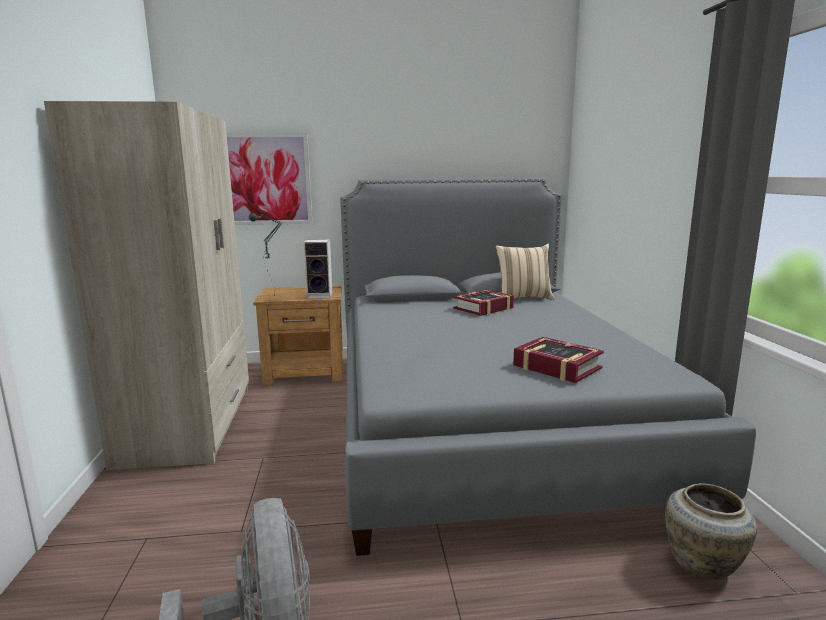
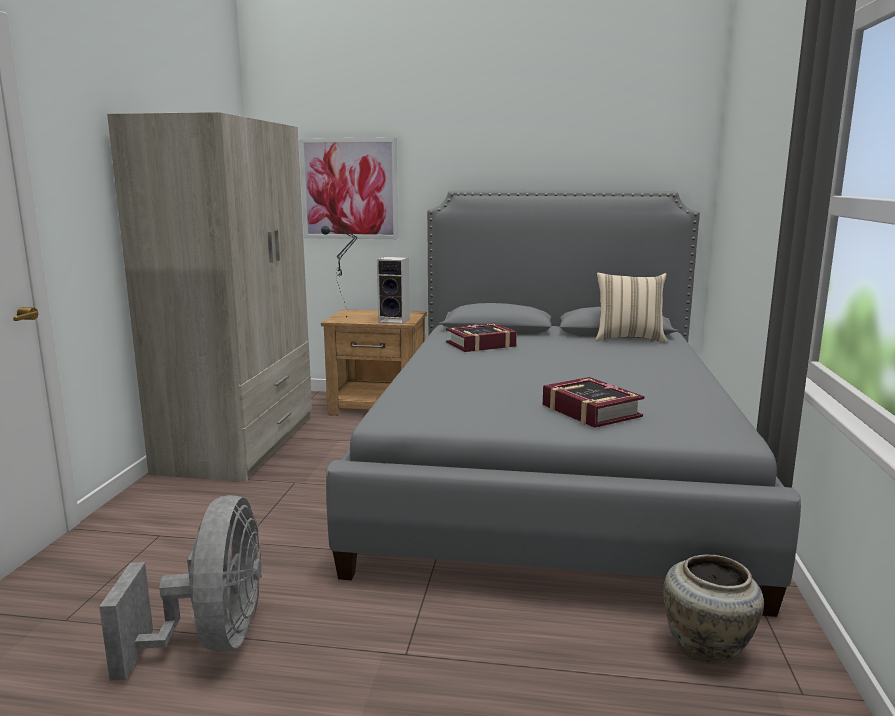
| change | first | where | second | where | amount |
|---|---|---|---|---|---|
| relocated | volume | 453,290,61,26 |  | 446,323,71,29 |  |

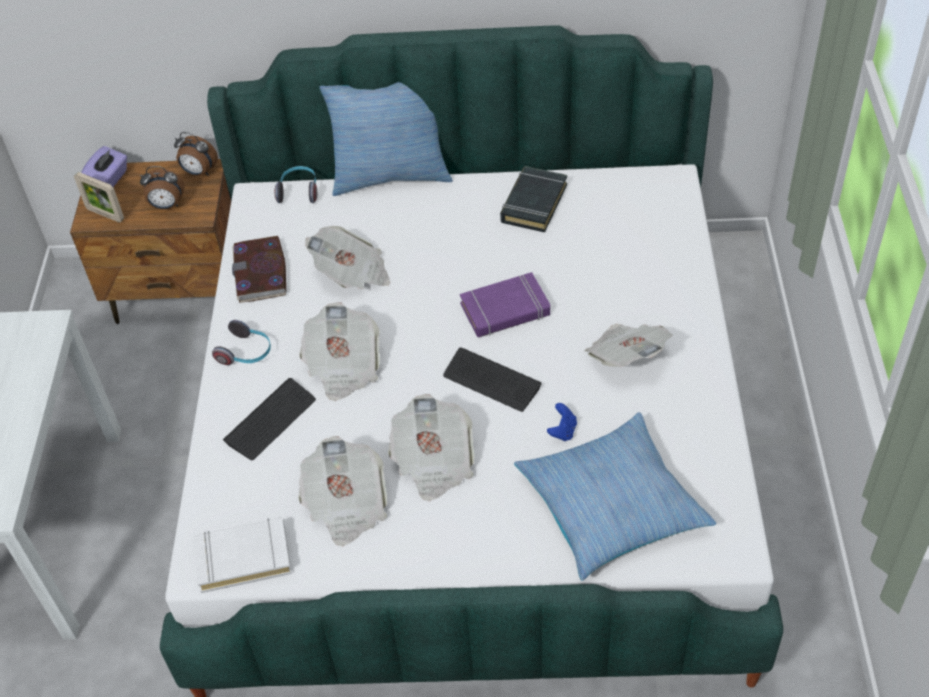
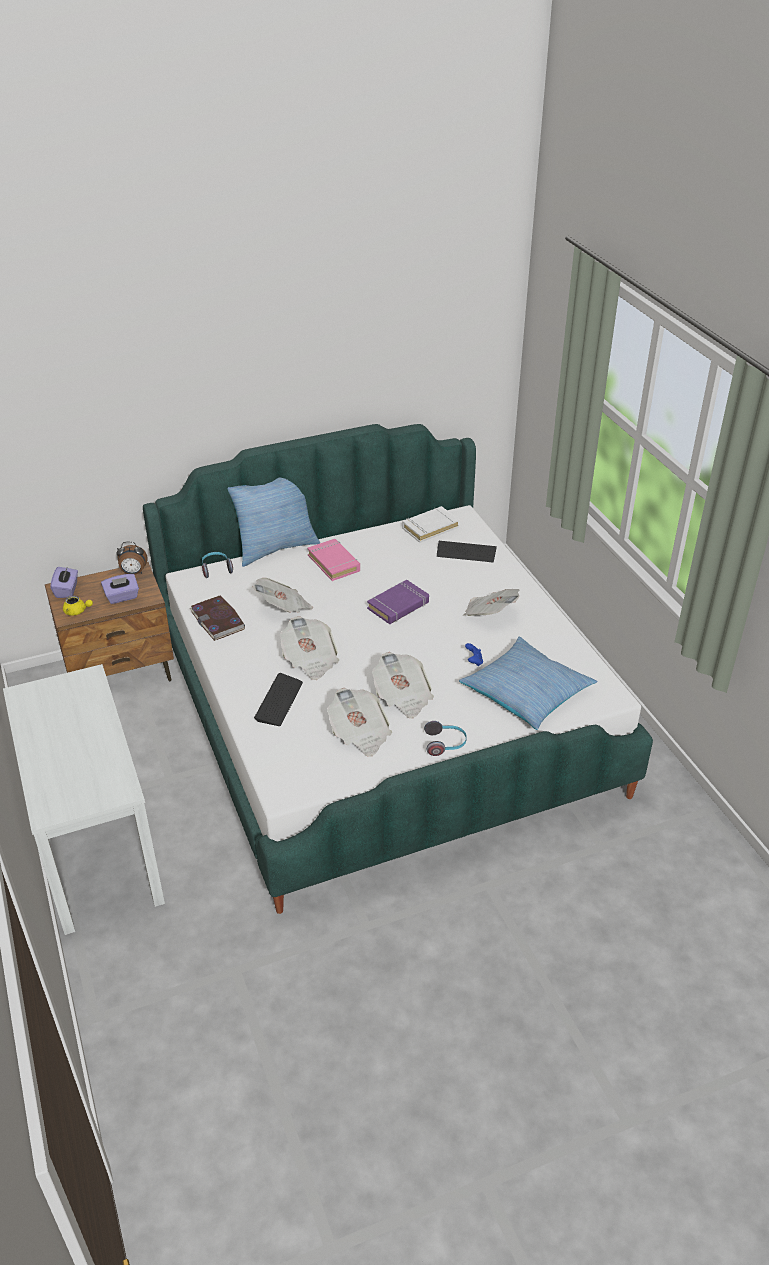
| change | first | where | second | where | amount |
|---|---|---|---|---|---|
| exchanged | standing frame | 74,172,50,51 | teapot/yellow-coloured | 63,596,30,20 |  |
| exchanged | alarm clock | 140,166,44,44 | tissue box/purplish | 101,574,38,30 |  |
| appeared |  |  | volume/pink-coloured | 307,539,53,42 |  |
| relocated | volume/white | 193,518,99,75 |  | 402,506,58,37 |  |
| relocated | headset | 212,320,59,45 |  | 424,721,43,35 |  |
| relocated | keyboard | 443,348,99,64 |  | 437,541,60,21 |  |
| missing | volume/black-coloured | 500,166,67,66 |  |  |  |

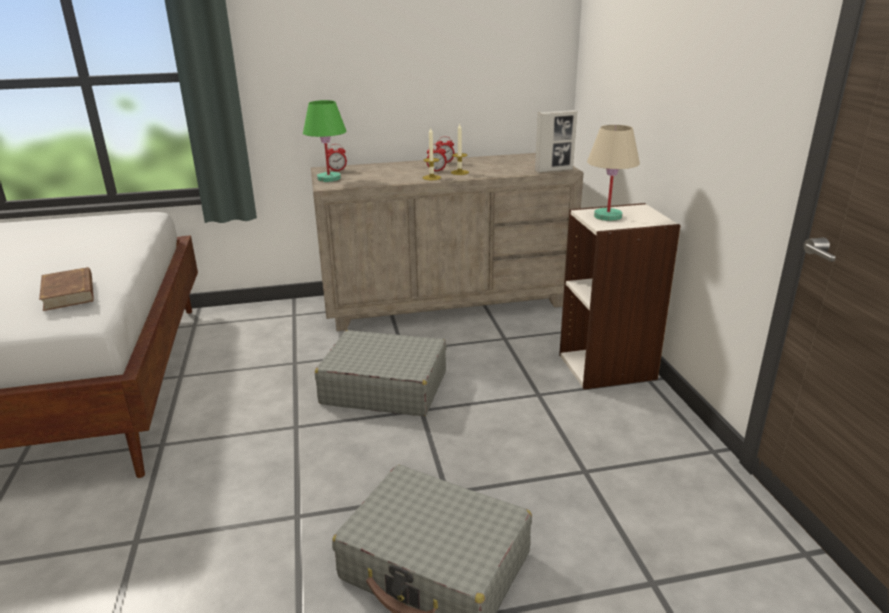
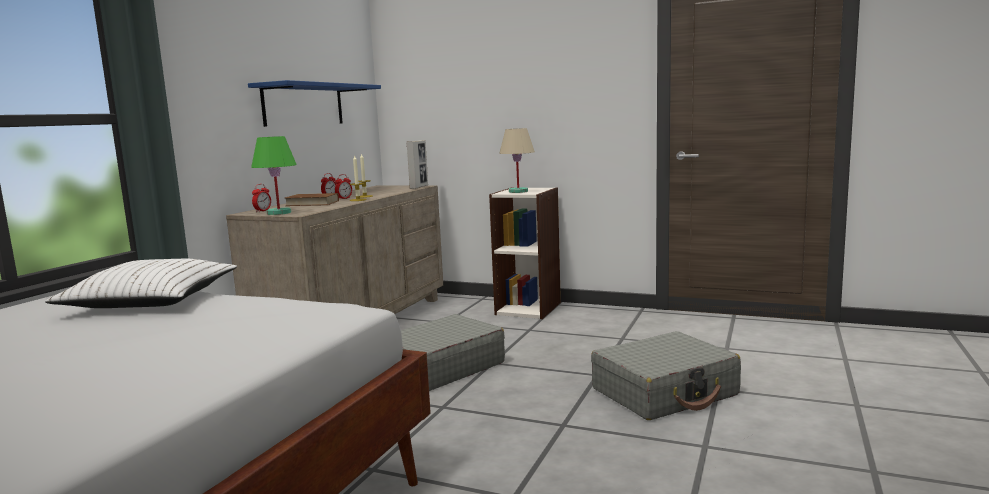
| change | first | where | second | where | amount |
|---|---|---|---|---|---|
| appeared |  |  | throw pillow/white | 45,259,192,49 |  |
| appeared |  |  | wall shelf/blue | 248,80,133,47 |  |
| relocated | volume/brownish | 39,267,55,44 |  | 285,193,54,13 |  |

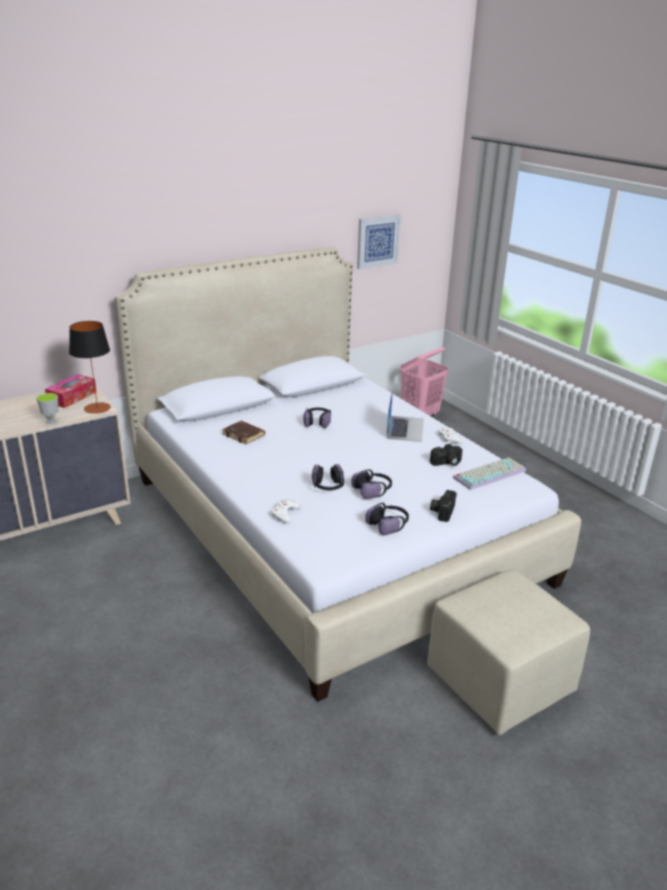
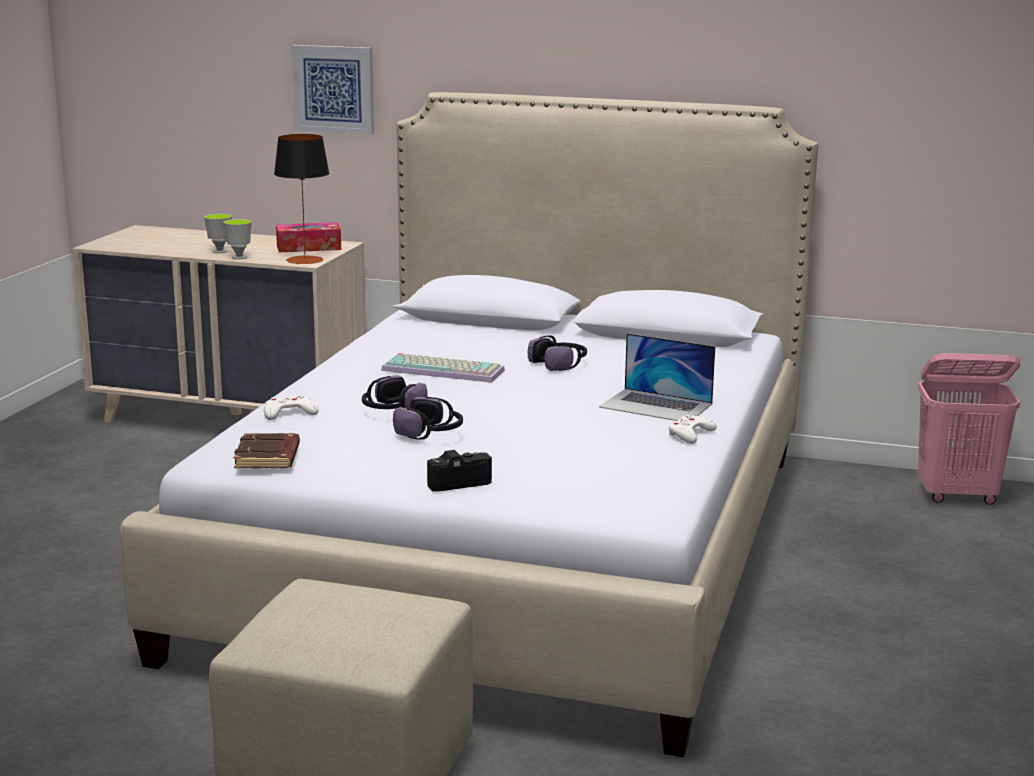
| change | first | where | second | where | amount |
|---|---|---|---|---|---|
| appeared |  |  | cup | 204,214,28,39 |  |
| relocated | volume/brownish | 222,421,43,23 |  | 234,433,66,35 |  |
| relocated | picture | 357,215,44,54 |  | 291,45,83,89 |  |
| relocated | keyboard | 453,457,73,33 |  | 381,353,124,30 |  |
| spun | notebook computer | 387,388,37,54 |  | 599,333,116,88 | 60 degrees clockwise |
| missing | headset | 365,503,44,33 |  |  |  |
| missing | still camera | 430,444,32,22 |  |  |  |

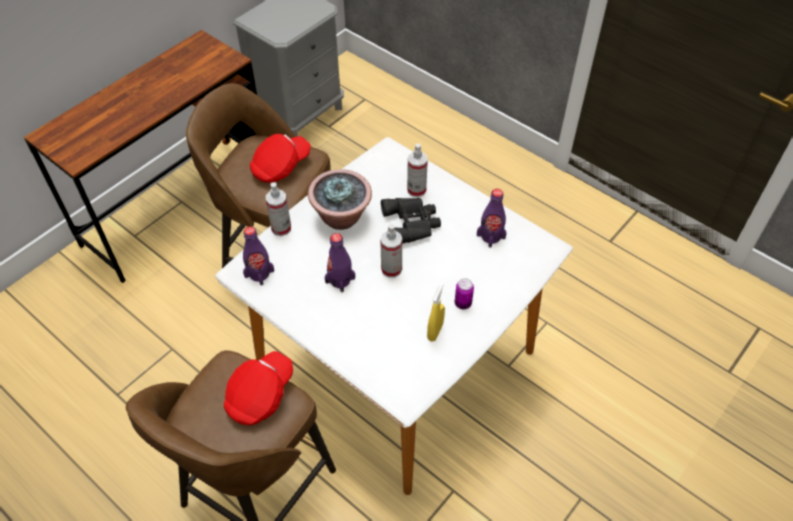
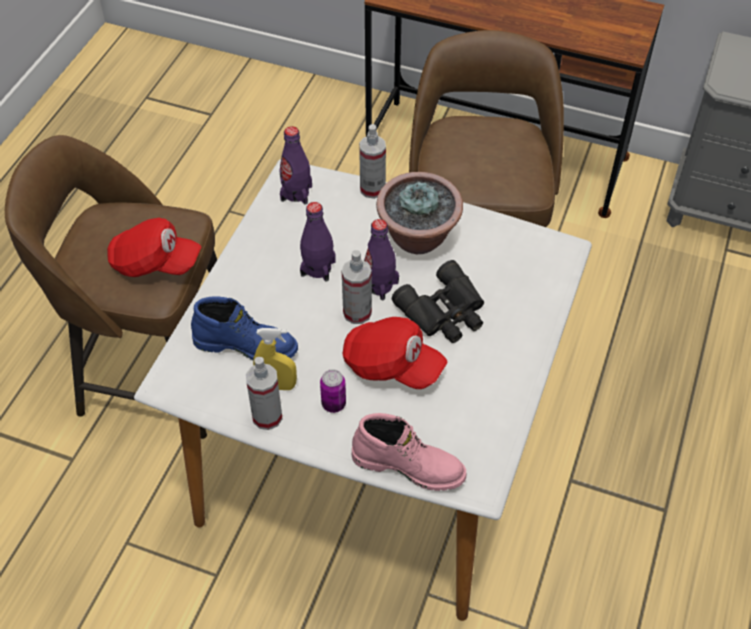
| change | first | where | second | where | amount |
|---|---|---|---|---|---|
| appeared |  |  | tall boot/blue | 191,296,107,64 |  |
| relocated | sprayer | 407,143,21,54 |  | 246,357,37,73 |  |
| relocated | cap/red-coloured | 250,134,61,49 |  | 343,317,104,72 |  |
| appeared |  |  | tall boot/pink-coloured | 352,413,114,78 |  |
| relocated | drink bottle/purplish | 477,189,30,59 |  | 364,219,35,81 |  |

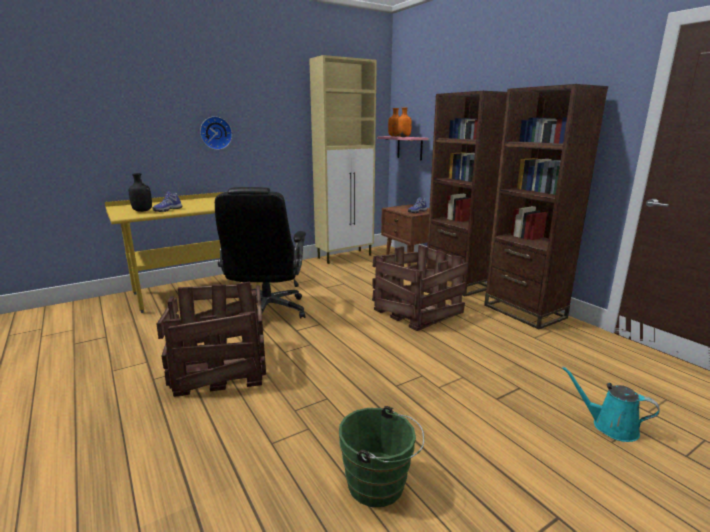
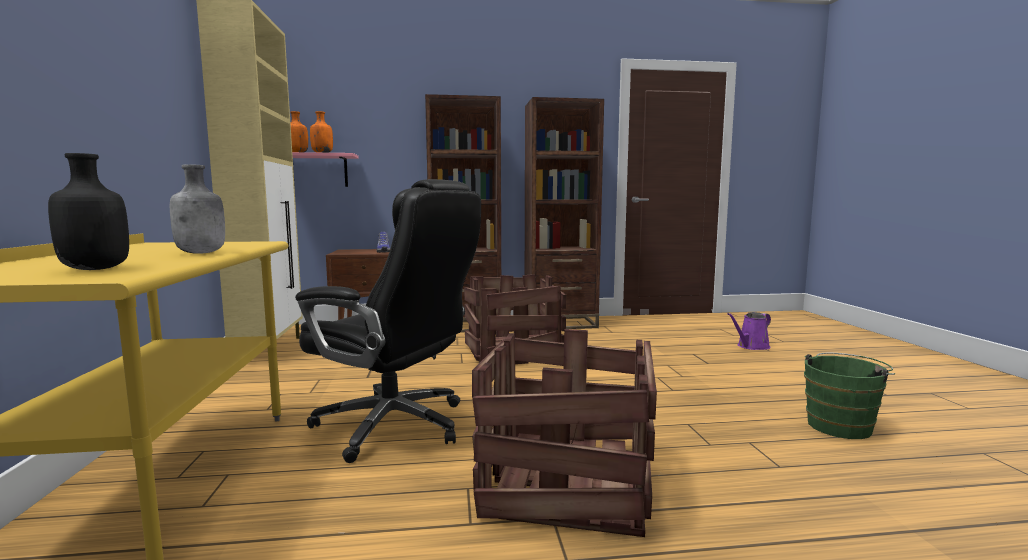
| change | first | where | second | where | amount |
|---|---|---|---|---|---|
| appeared |  |  | drink bottle/gray | 170,164,55,90 |  |
| colour | sprinkling can/turquoise | 562,367,98,75 | sprinkling can/purplish | 727,312,44,38 |  |
| missing | low shoe | 152,192,30,20 |  |  |  |
| missing | wall clock | 200,116,32,34 |  |  |  |

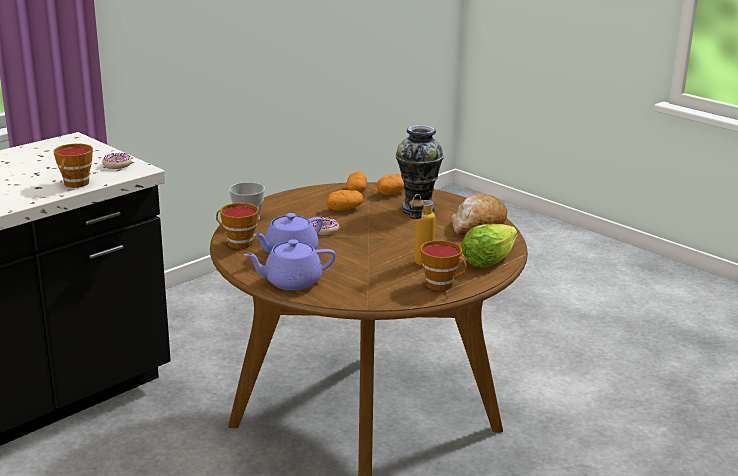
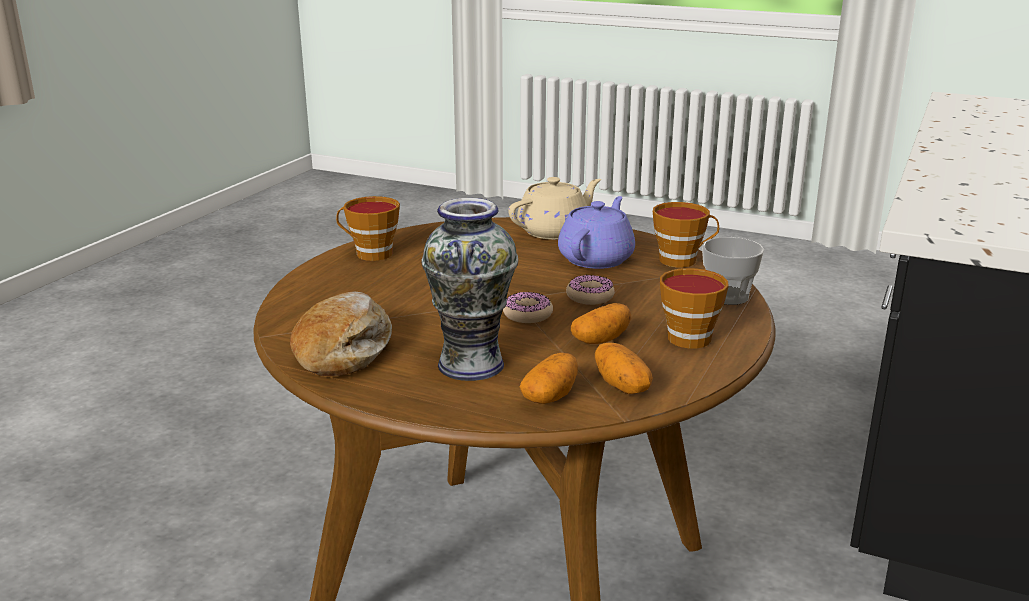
| change | first | where | second | where | amount |
|---|---|---|---|---|---|
| relocated | ring doughnut | 102,153,30,16 |  | 503,292,50,31 |  |
| colour | teapot/purplish | 244,239,92,51 | teapot/sand-coloured | 508,177,93,63 |  |
| relocated | cup | 54,144,39,44 |  | 660,268,69,81 |  |
| missing | drink bottle | 409,194,26,72 |  |  |  |
| missing | head of lettuce | 461,224,57,43 |  |  |  |

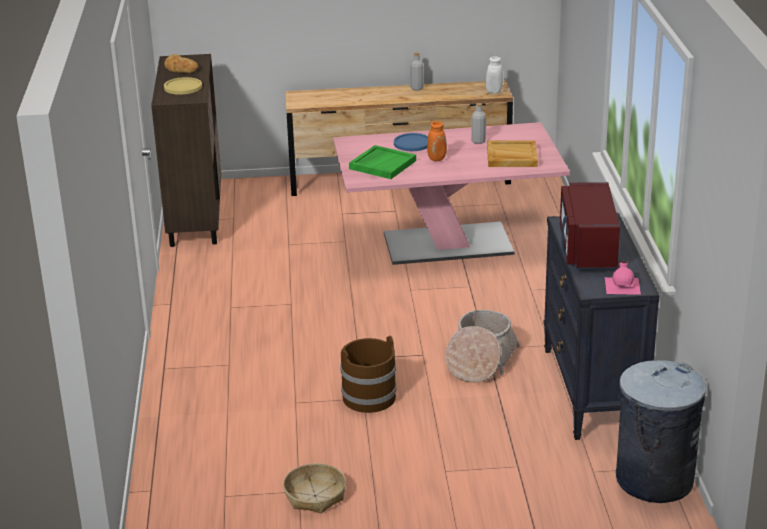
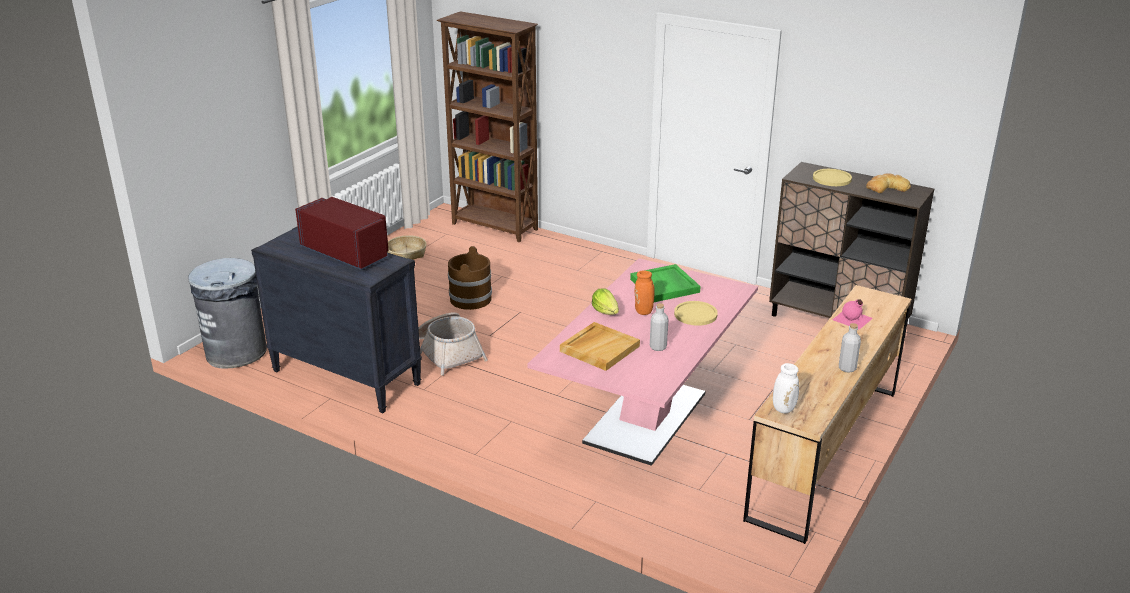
| change | first | where | second | where | amount |
|---|---|---|---|---|---|
| appeared |  |  | bookcase/brownish | 437,11,101,231 |  |
| appeared |  |  | head of lettuce | 592,288,27,27 |  |
| colour | flat dish/blue | 394,133,34,18 | flat dish/yellow-coloured | 674,301,44,25 |  |
| relocated | drink bottle/pink-coloured | 605,261,36,34 |  | 832,299,41,31 |  |

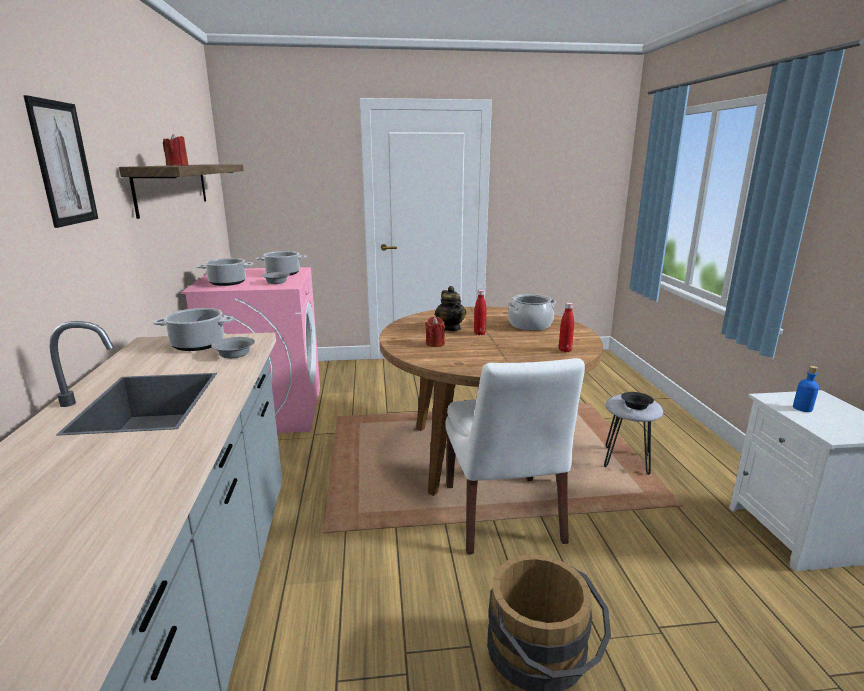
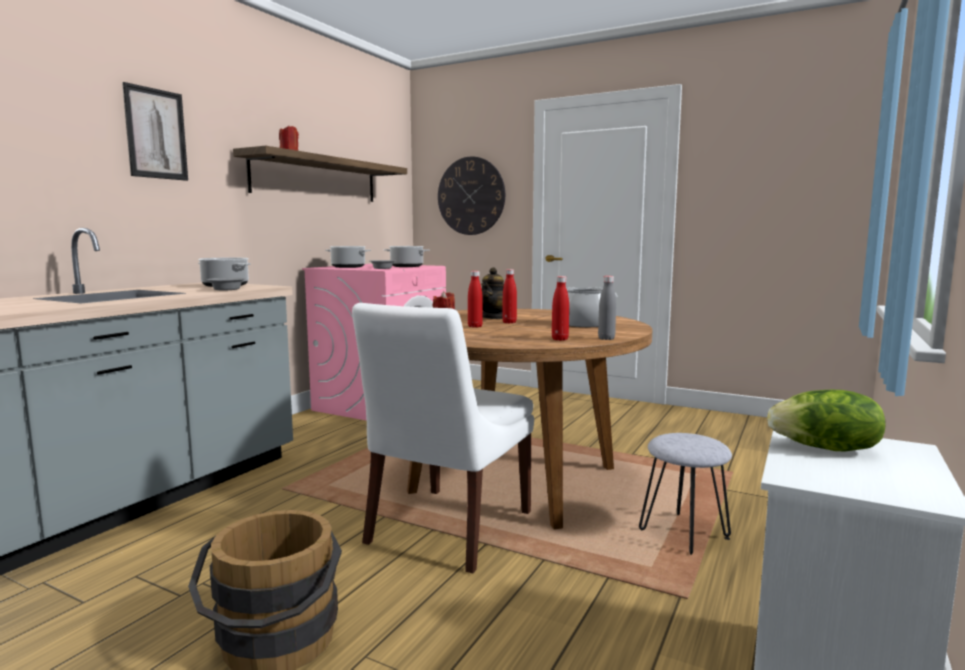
| change | first | where | second | where | amount |
|---|---|---|---|---|---|
| appeared |  |  | wall clock | 438,156,67,79 |  |
| appeared |  |  | drink bottle/red-coloured | 468,271,15,56 |  |
| appeared |  |  | drink bottle/gray | 598,276,18,64 |  |
| exchanged | drink bottle/blue | 793,366,26,46 | head of lettuce | 767,390,119,61 |  |
| missing | serving bowl/black-coloured | 621,392,33,18 |  |  |  |

